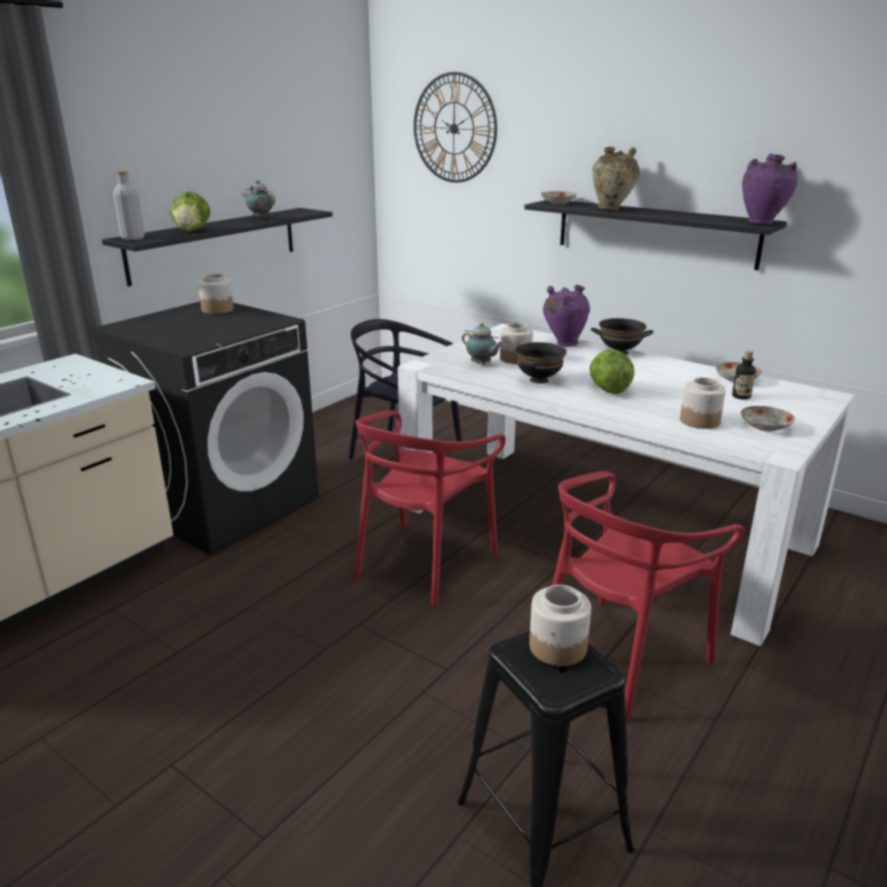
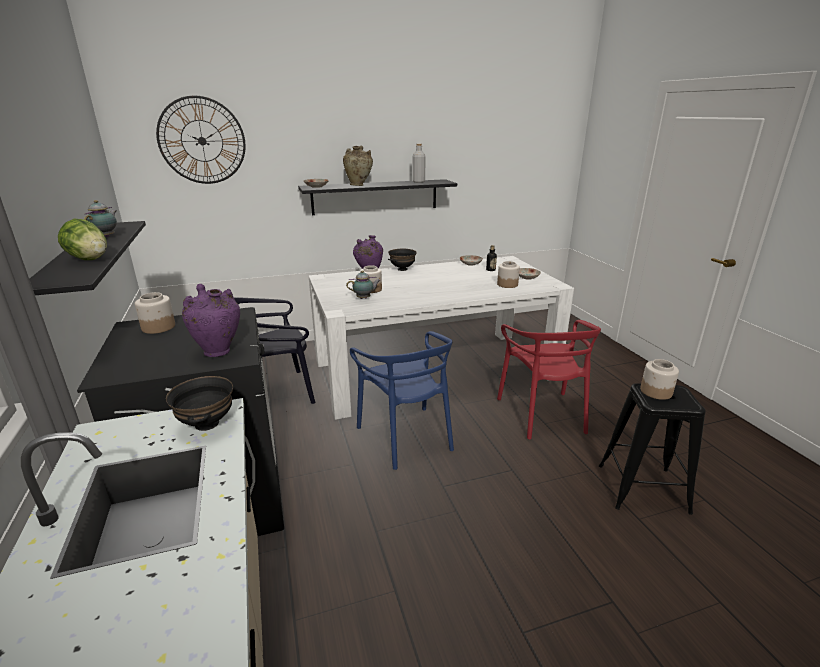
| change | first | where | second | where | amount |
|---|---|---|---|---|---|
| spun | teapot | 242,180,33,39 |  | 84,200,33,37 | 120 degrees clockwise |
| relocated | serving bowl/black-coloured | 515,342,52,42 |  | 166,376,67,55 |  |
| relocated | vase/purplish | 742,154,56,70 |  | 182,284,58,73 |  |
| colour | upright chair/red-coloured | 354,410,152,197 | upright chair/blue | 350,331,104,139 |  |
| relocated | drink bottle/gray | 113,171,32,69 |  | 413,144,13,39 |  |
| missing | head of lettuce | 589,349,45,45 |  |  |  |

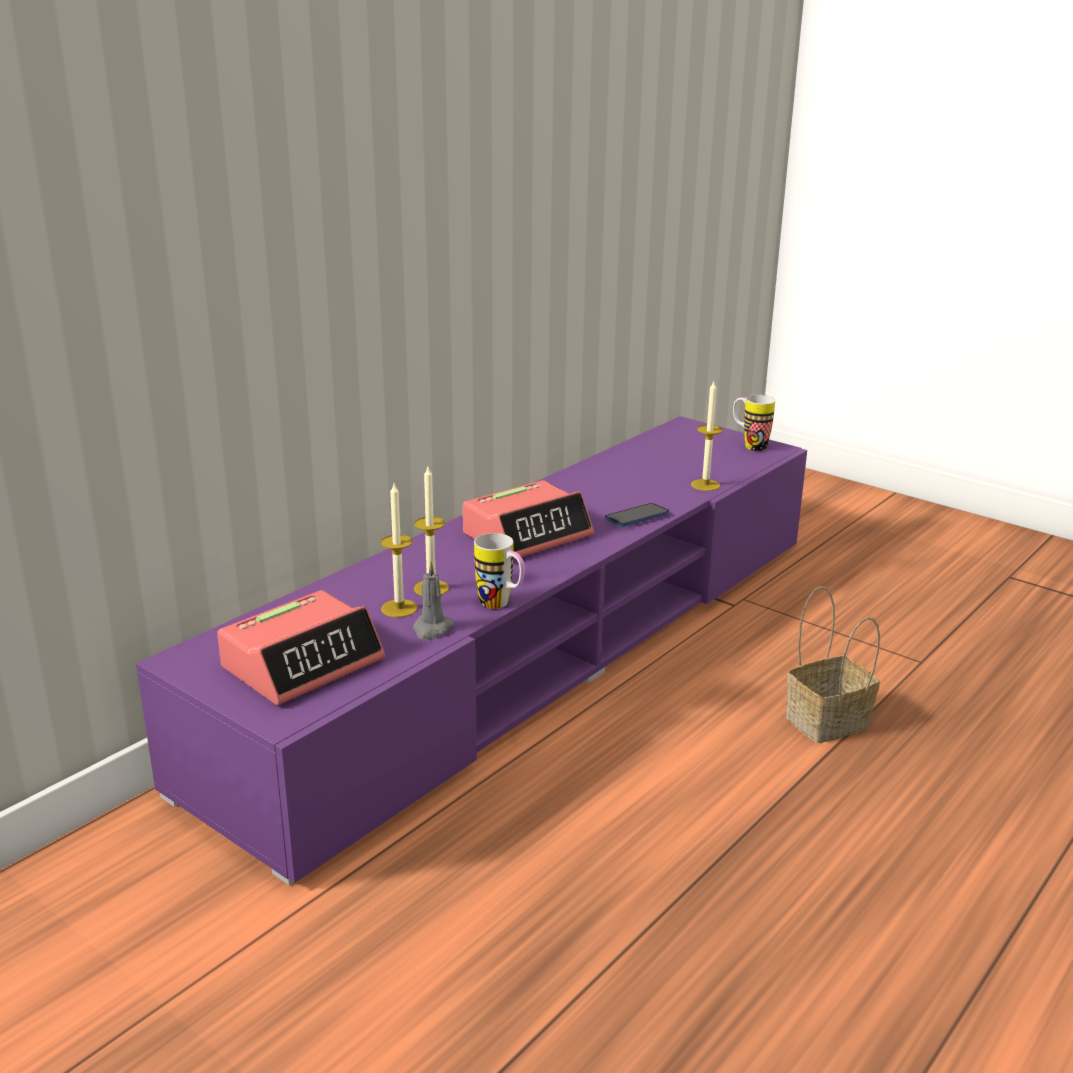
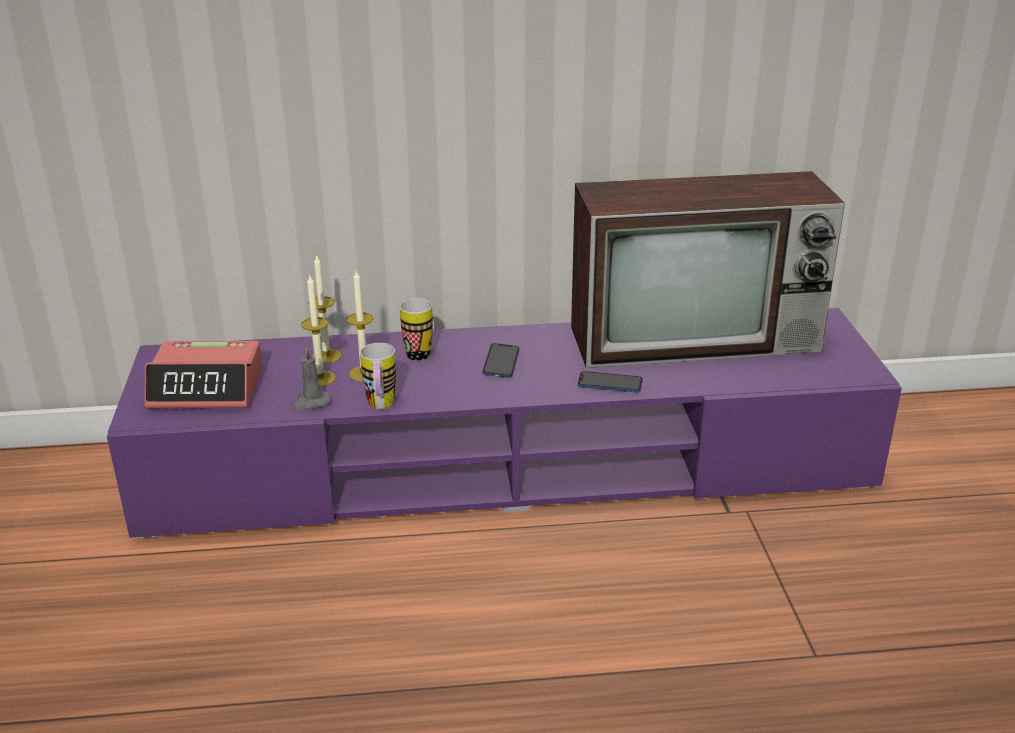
| change | first | where | second | where | amount |
|---|---|---|---|---|---|
| relocated | wax light | 691,382,32,109 |  | 308,254,34,110 |  |
| relocated | mug | 733,395,42,56 |  | 400,297,33,64 |  |
| exchanged | alarm clock | 463,480,131,80 | telephone | 483,343,37,35 |  |
| appeared |  |  | television | 571,171,274,197 |  |
| missing | household basket | 786,586,94,157 |  |  |  |

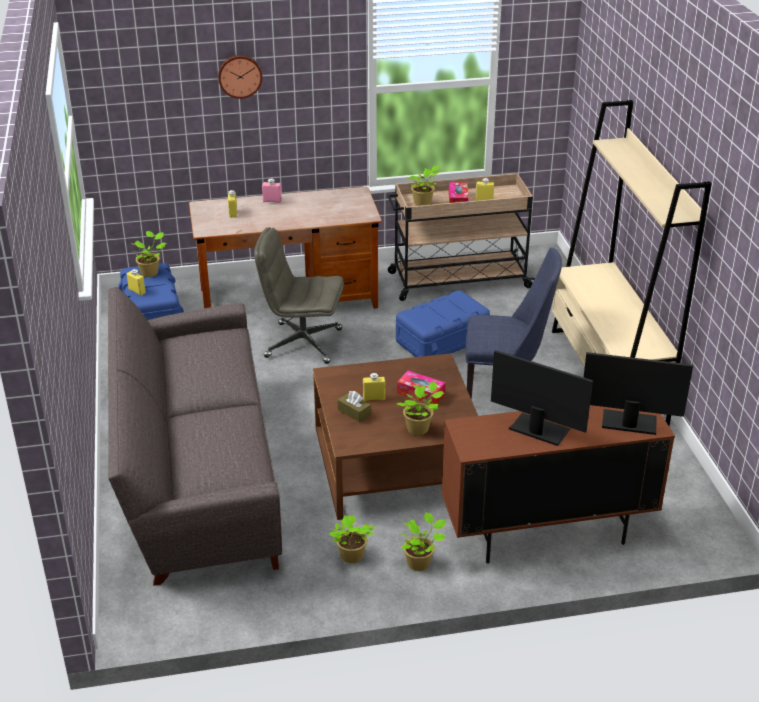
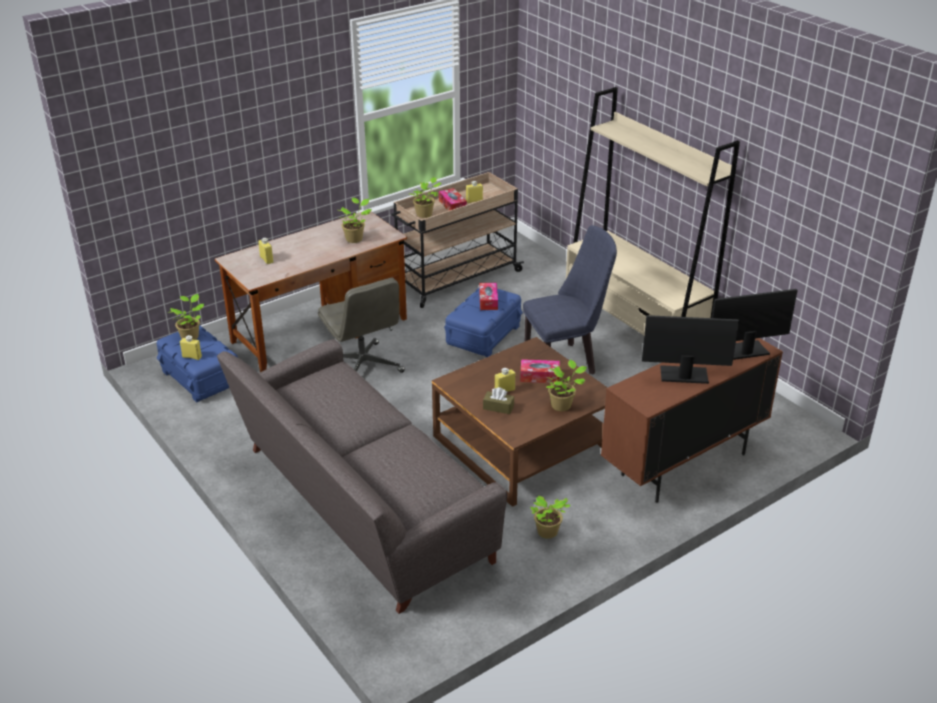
| change | first | where | second | where | amount |
|---|---|---|---|---|---|
| spun | office chair/gray | 254,227,90,137 |  | 318,278,87,95 | 105 degrees counterclockwise |
| relocated | houseplant | 401,512,45,59 |  | 339,198,33,45 |  |
| appeared |  |  | tissue box | 479,283,19,27 |  |
| missing | wall clock | 218,55,44,44 |  |  |  |
| missing | drink bottle/pink-coloured | 262,178,20,25 |  |  |  |

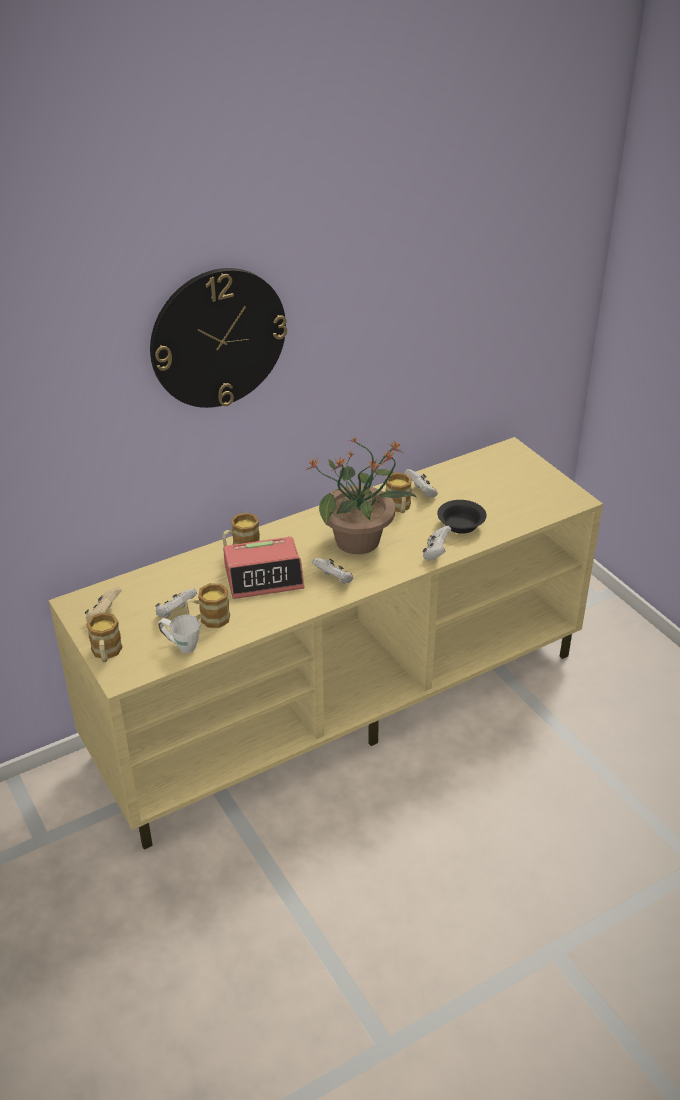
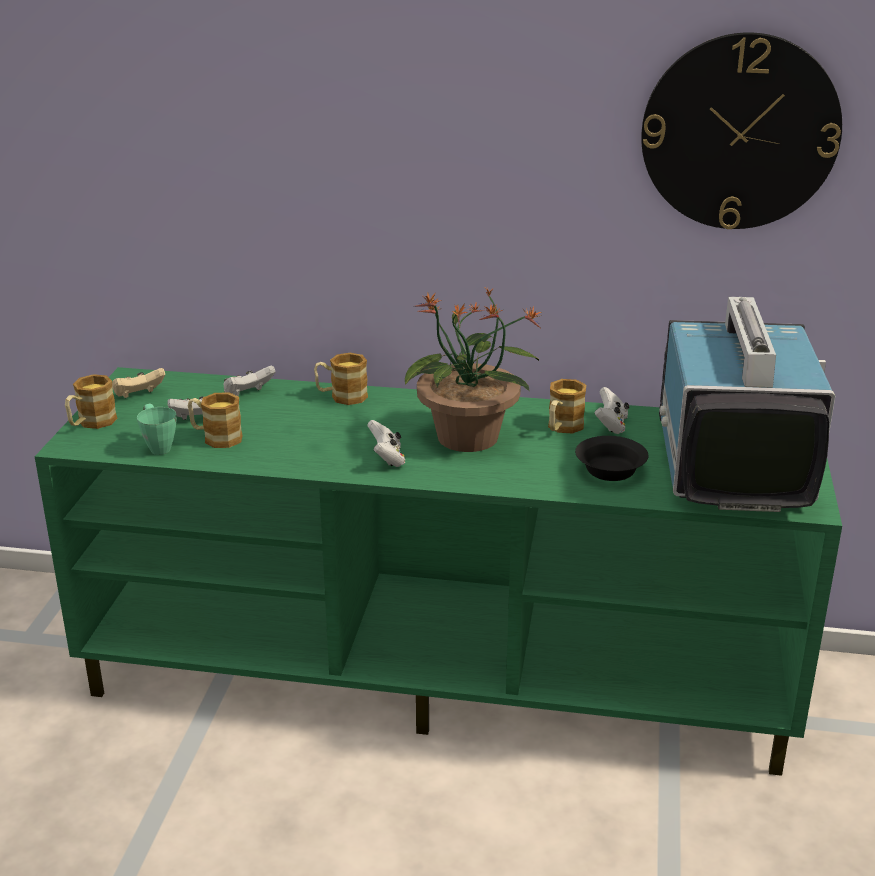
| change | first | where | second | where | amount |
|---|---|---|---|---|---|
| colour | media console/sand-coloured | 49,437,554,412 | media console/green | 35,367,807,409 |  |
| colour | mug/white | 158,615,43,38 | mug/green | 137,404,40,51 |  |
| relocated | game controller/white | 423,526,28,35 |  | 224,365,51,31 |  |
| relocated | wall clock | 150,268,137,140 |  | 641,32,201,197 |  |
| appeared |  |  | television | 659,297,176,215 |  |
| missing | alarm clock | 223,537,81,62 |  |  |  |

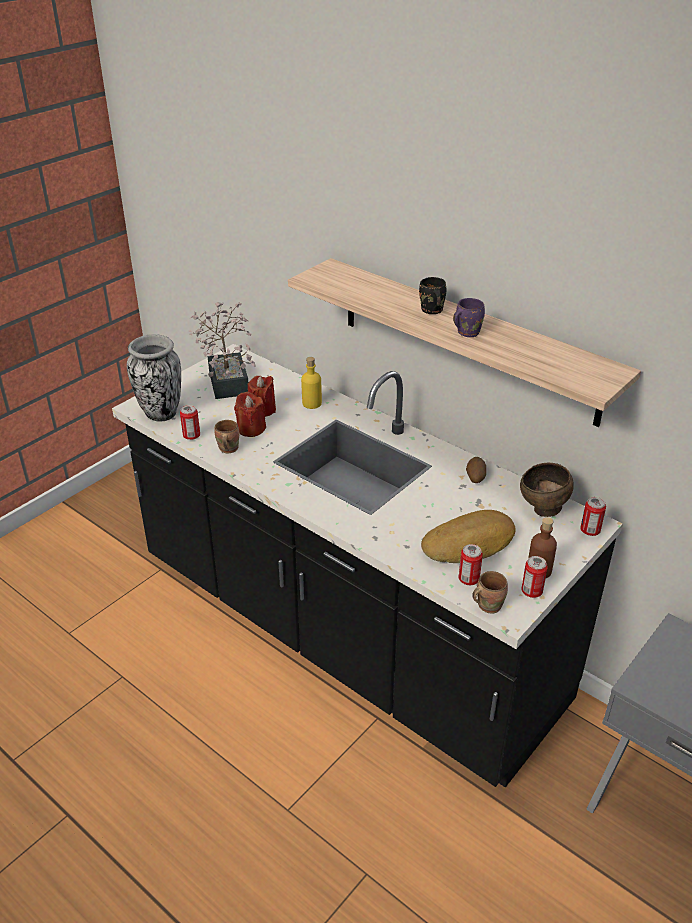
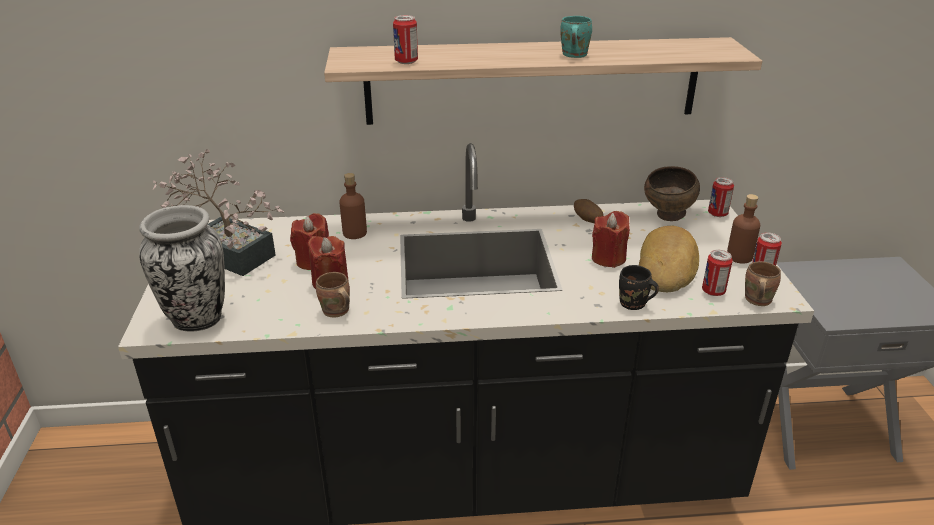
| change | first | where | second | where | amount |
|---|---|---|---|---|---|
| colour | drink bottle/yellow-coloured | 301,357,21,52 | drink bottle/brownish | 339,173,28,66 |  |
| relocated | can | 180,405,20,35 |  | 393,15,25,49 |  |
| colour | mug/purplish | 453,298,32,39 | mug/turquoise | 560,16,32,42 |  |
| appeared |  |  | wax light/red-coloured | 592,211,38,57 |  |
| relocated | mug/black-coloured | 419,277,28,37 |  | 619,265,40,45 |  |

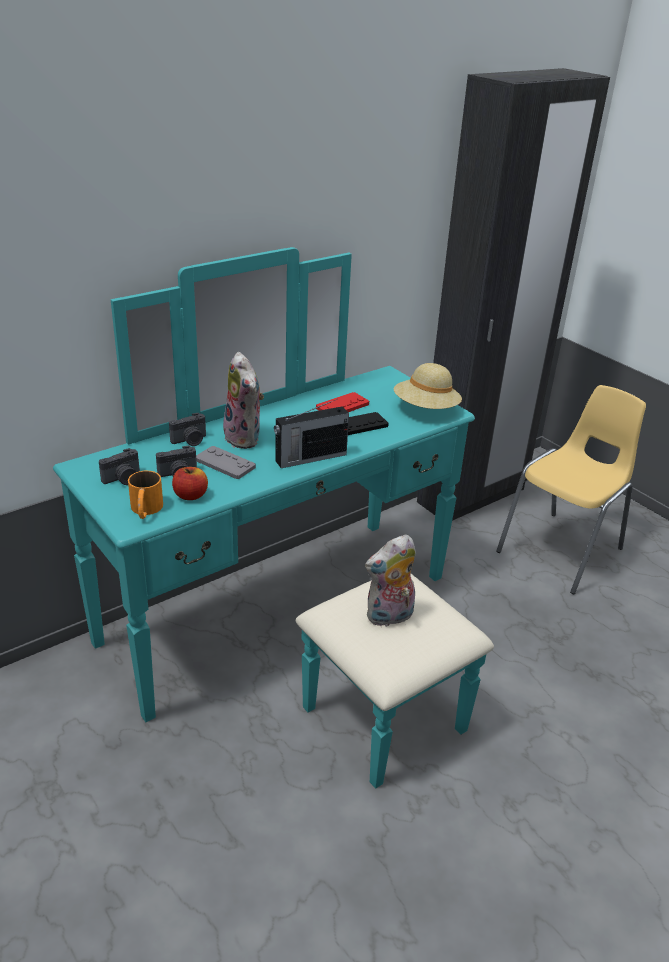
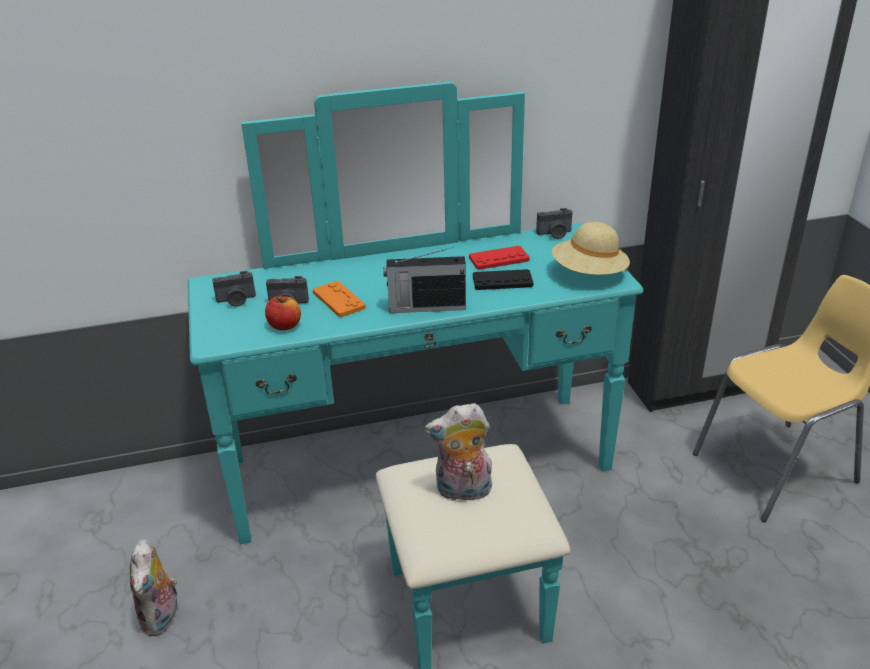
| change | first | where | second | where | amount |
|---|---|---|---|---|---|
| relocated | soft toy | 223,352,41,97 |  | 130,539,47,97 |  |
| colour | game controller/gray | 196,446,60,33 | game controller/orange | 313,281,53,36 |  |
| relocated | still camera | 169,413,37,33 |  | 536,208,36,31 |  |
| missing | mug/orange | 128,471,35,48 |  |  |  |

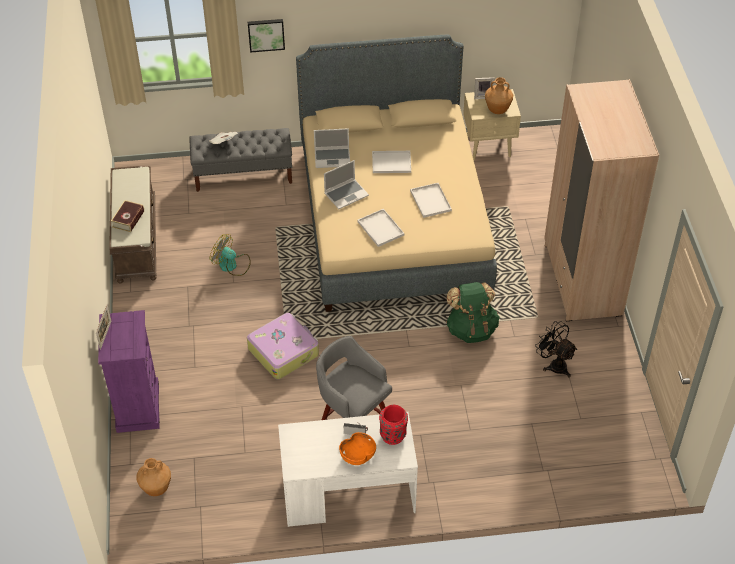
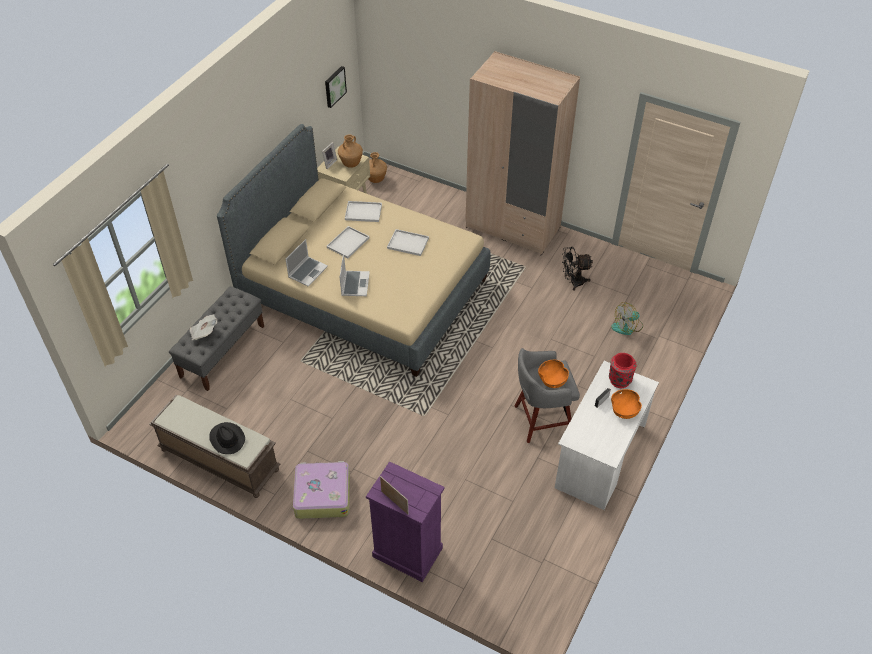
| change | first | where | second | where | amount |
|---|---|---|---|---|---|
| exchanged | volume | 111,200,33,32 | wearable hat/black-coloured | 209,422,36,32 |  |
| relocated | travel case | 247,313,72,66 |  | 293,461,57,58 |  |
| relocated | picture | 248,19,37,34 |  | 325,66,22,42 |  |
| relocated | serving tray/white | 357,209,47,38 |  | 345,201,37,21 |  |
| relocated | vase/brownish | 137,458,34,38 |  | 368,152,19,31 |  |
| appeared |  |  | serving bowl/orange | 538,360,31,28 |  |
| relocated | cooling fan | 210,234,41,42 |  | 611,302,32,33 |  |
| missing | rucksack/green | 446,282,54,61 |  |  |  |

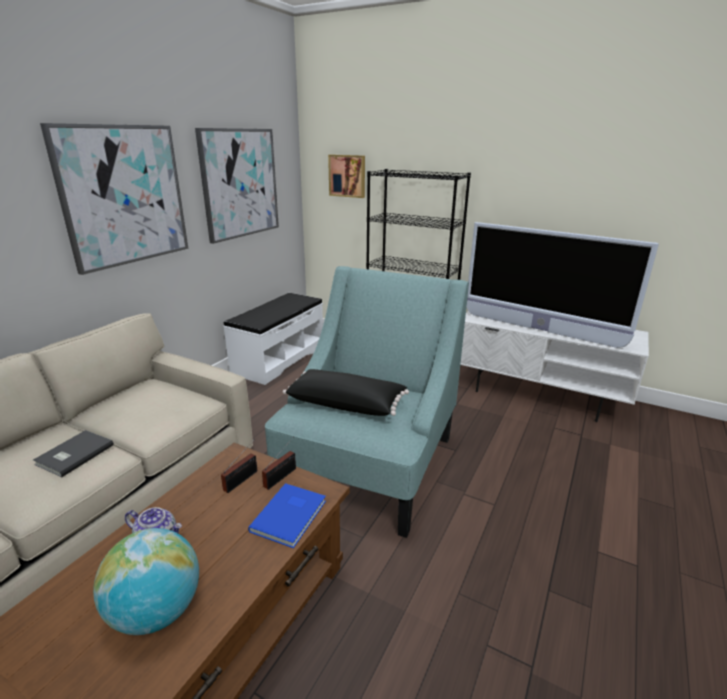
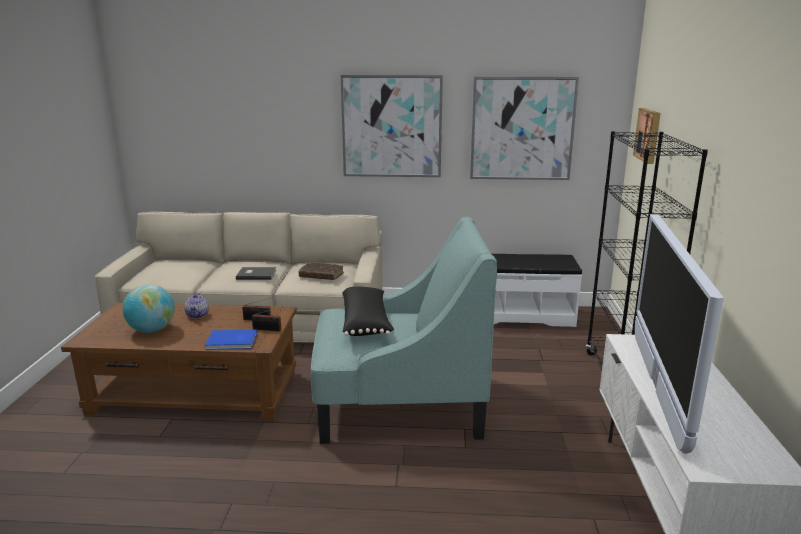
| change | first | where | second | where | amount |
|---|---|---|---|---|---|
| appeared |  |  | volume/brownish | 298,262,46,18 |  |

